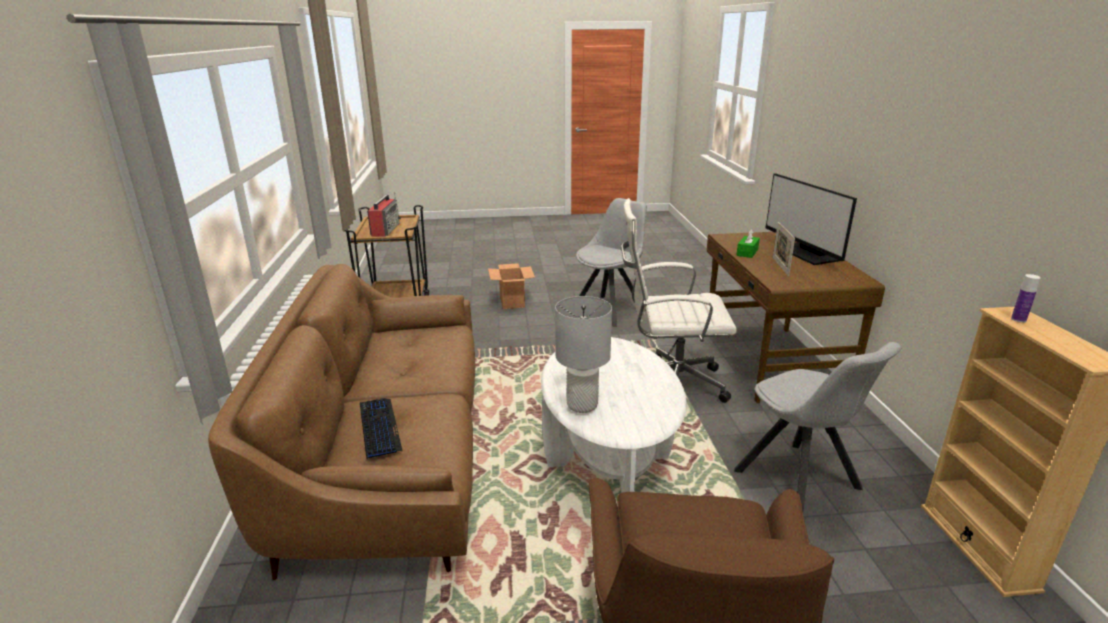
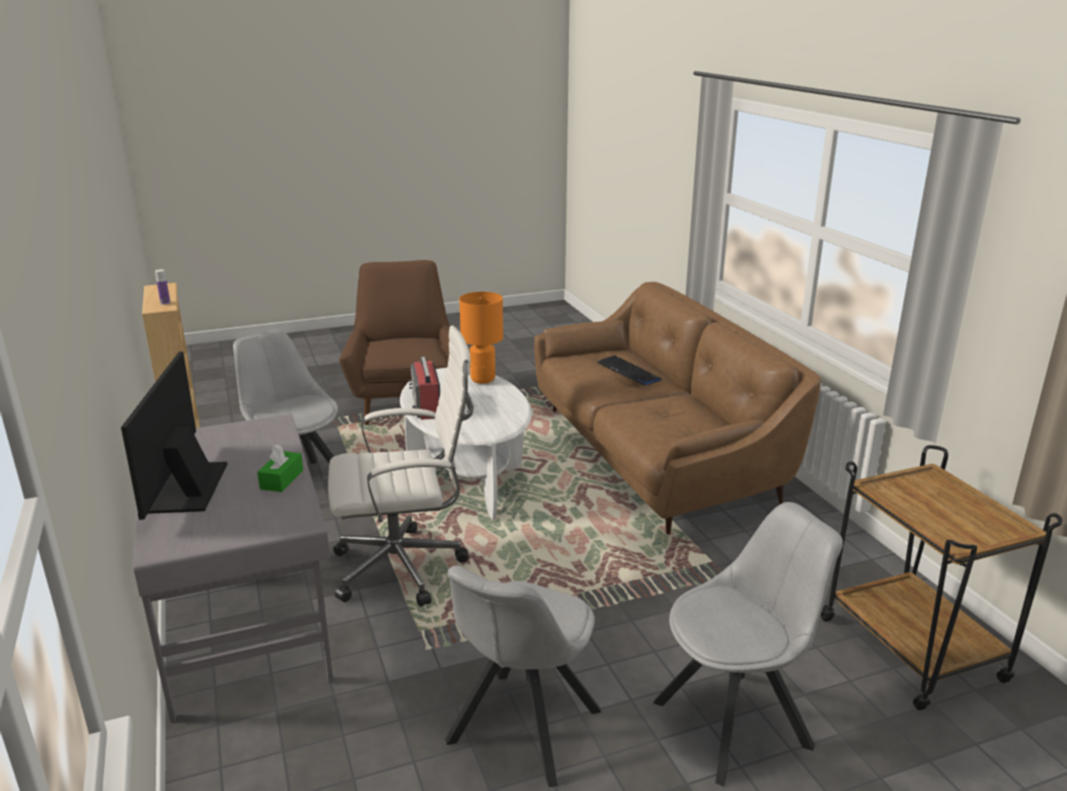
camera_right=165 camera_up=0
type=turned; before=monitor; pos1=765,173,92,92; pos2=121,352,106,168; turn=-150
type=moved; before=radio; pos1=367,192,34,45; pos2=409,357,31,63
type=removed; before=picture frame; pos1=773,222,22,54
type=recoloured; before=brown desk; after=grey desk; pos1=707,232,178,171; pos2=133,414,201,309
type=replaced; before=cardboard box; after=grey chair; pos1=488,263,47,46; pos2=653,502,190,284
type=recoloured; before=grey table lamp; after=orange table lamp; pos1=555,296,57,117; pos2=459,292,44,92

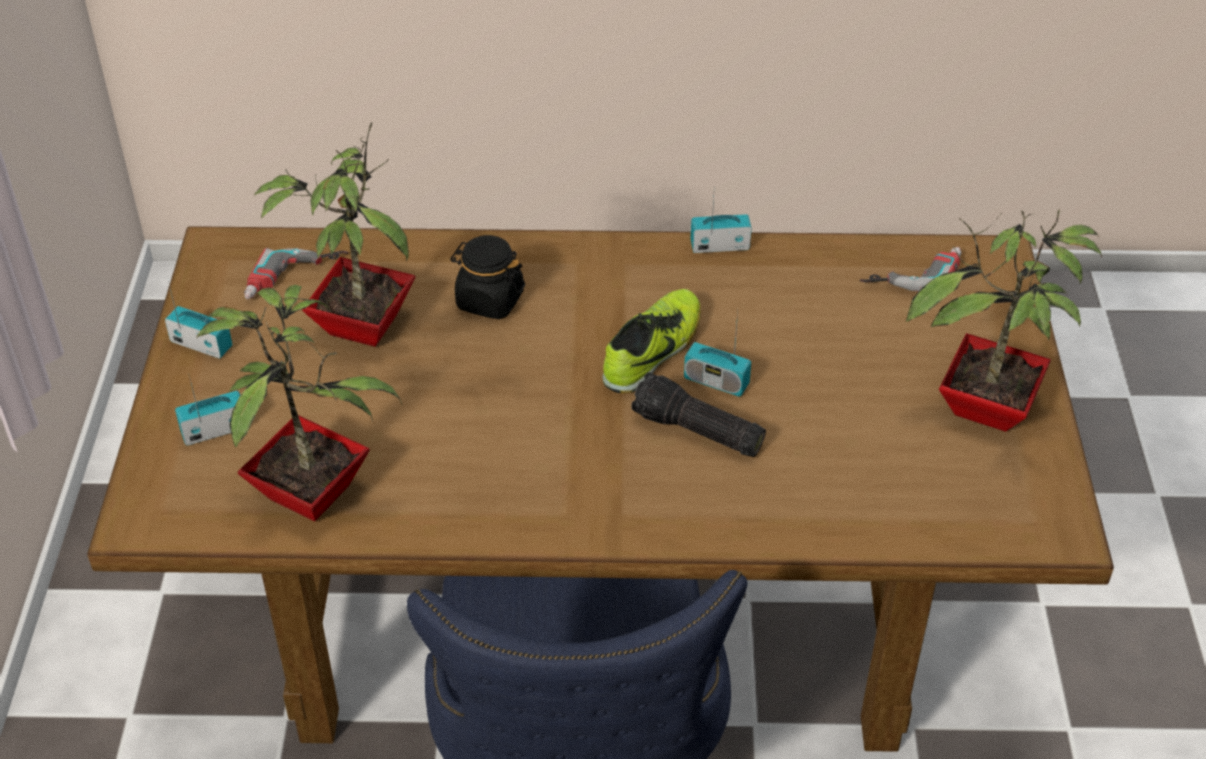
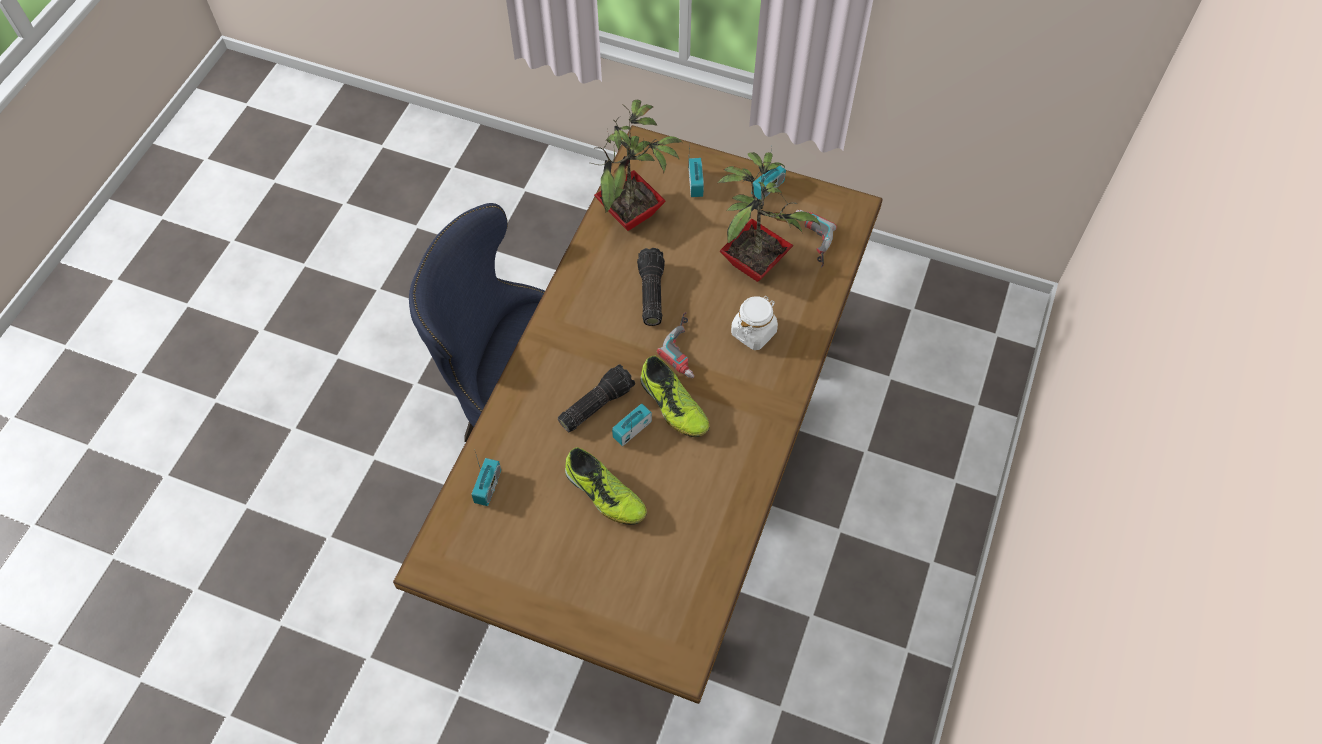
camera_right=110 camera_up=15
type=moved; before=radio; pos1=690,185,62,68; pos2=472,452,29,54
type=removed; before=potted plant; pos1=906,209,196,222
type=recoloured; before=black jar; after=white jar; pos1=450,235,75,84; pos2=731,296,47,54
type=moved; before=power drill; pos1=860,247,102,45; pos2=657,312,37,66
type=added; after=flashlight; pos2=637,248,28,78
type=added; after=shoe; pos2=565,447,82,78

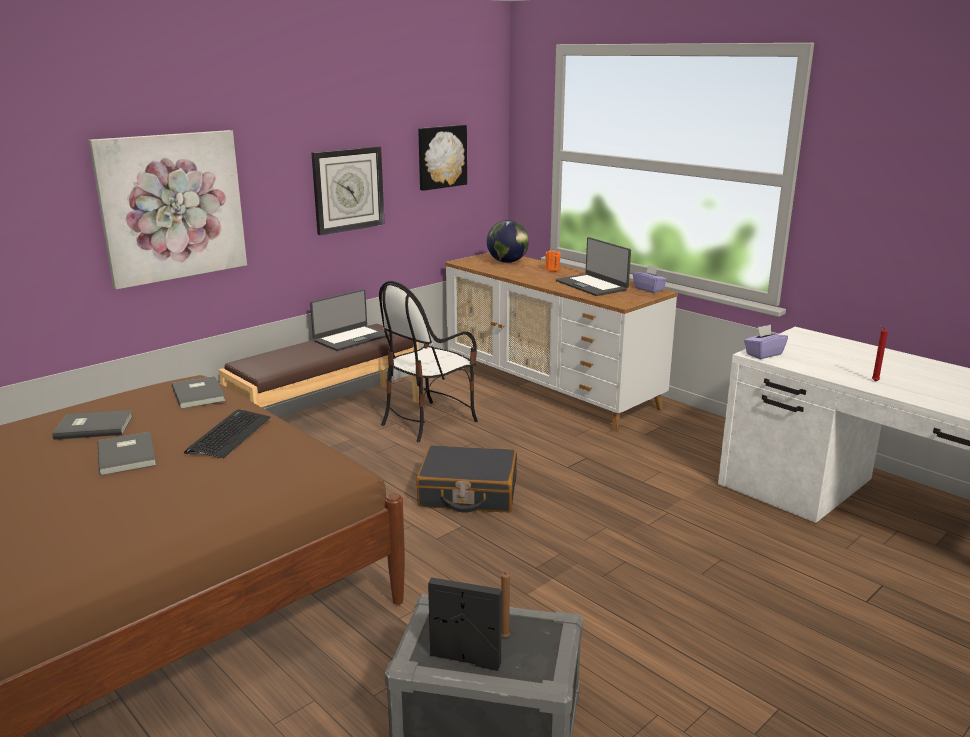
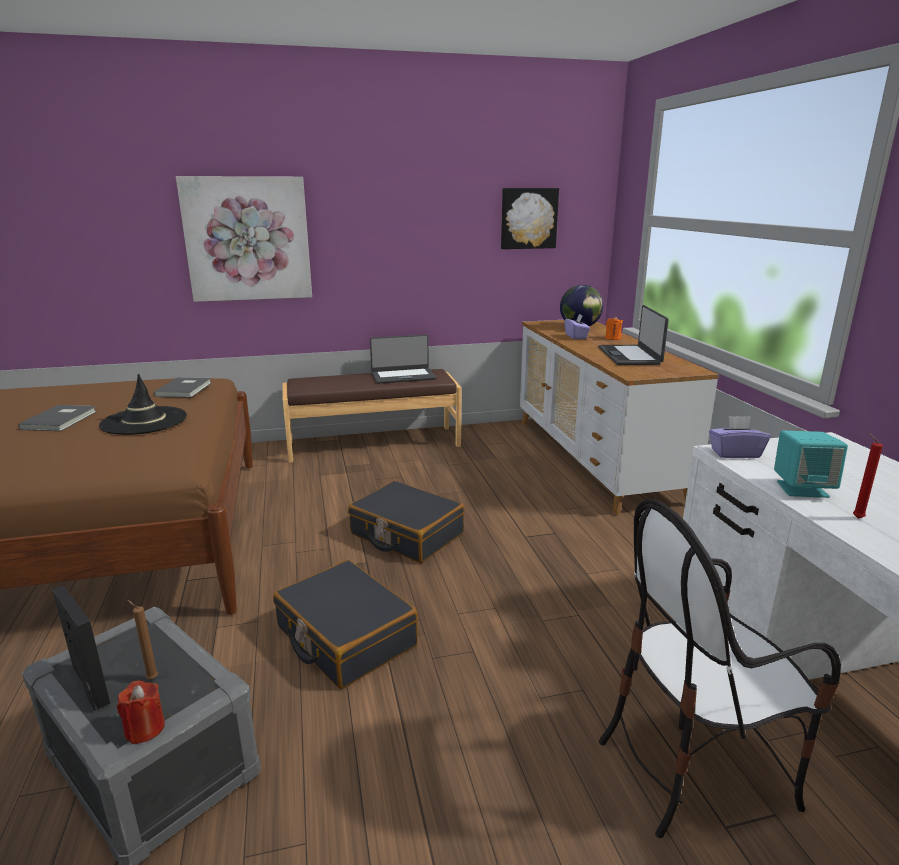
camera_right=30 camera_up=0
type=removed; before=wall clock; pos1=312,146,73,89
type=moved; before=purple tissue box; pos1=633,265,34,28; pos2=564,314,26,25
type=moved; before=chair; pos1=379,281,99,161; pos2=599,499,242,339
type=replaced; before=keyboard; after=black hat; pos1=184,409,87,49; pos2=99,374,88,61
type=removed; before=grey book; pos1=52,410,81,30
type=added; after=turquoise speaker; pos2=774,430,74,68
type=added; after=black suitcase; pos2=273,560,145,129
type=added; after=red candle; pos2=117,680,48,64

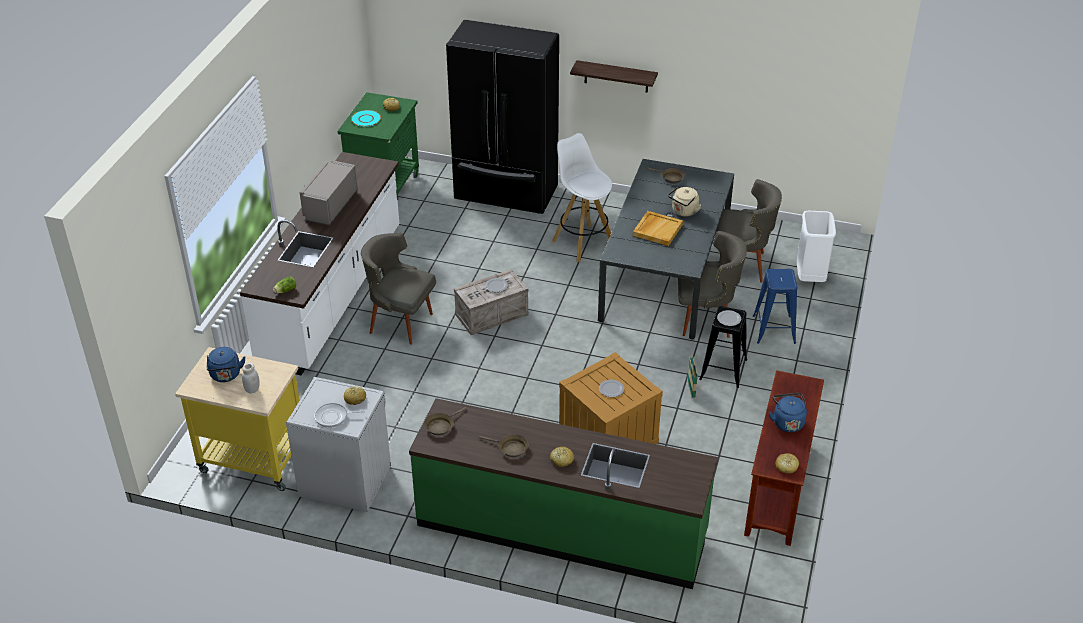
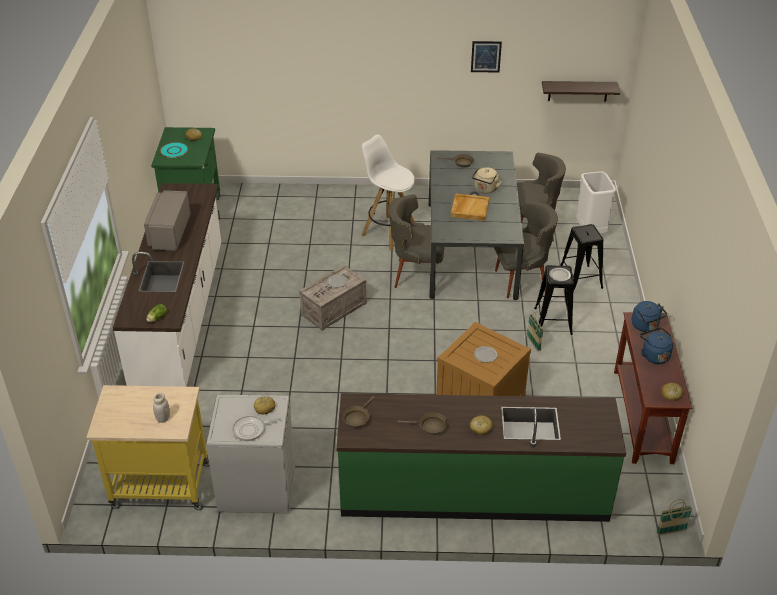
camera_right=-15 camera_up=0
type=removed; before=black fridge; pos1=446,19,113,195
type=moved; before=shelf; pos1=570,60,88,33; pos2=542,81,78,21
type=moved; before=grey chair; pos1=361,233,75,112; pos2=389,194,56,96
type=recoloured; before=blue stool; after=black stool; pos1=753,269,44,75; pos2=560,224,44,68
type=moved; before=blue kettle; pos1=207,347,39,35; pos2=632,301,35,31
type=added; after=picture; pos2=471,41,31,31
type=added; after=basket; pos2=656,499,36,36

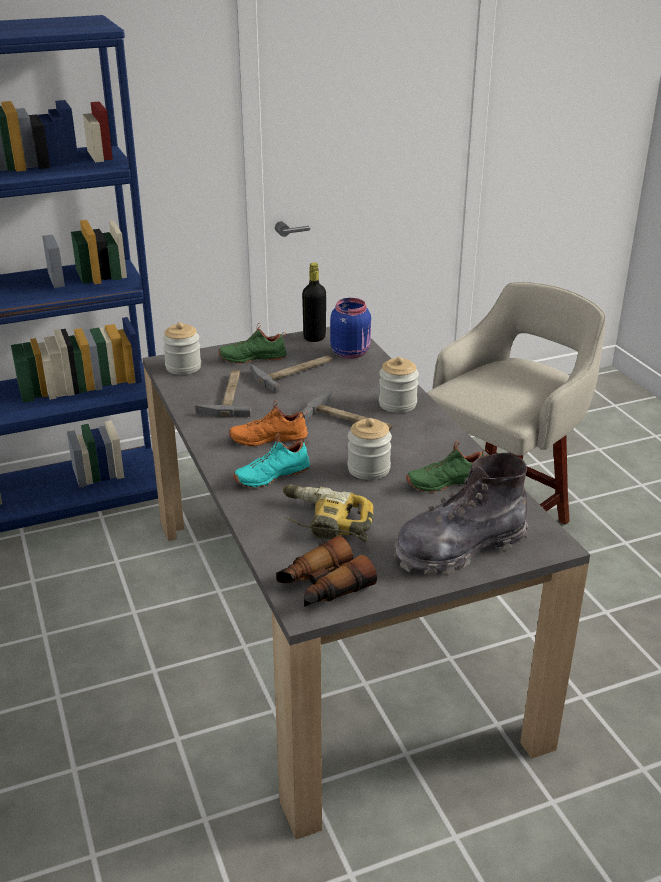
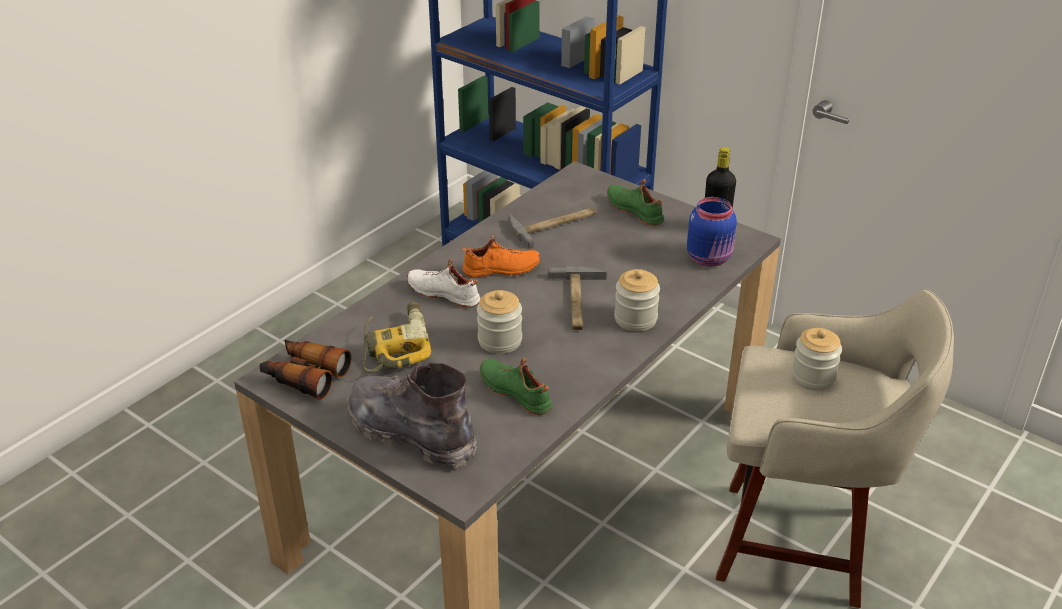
camera_right=60 camera_up=5
type=moved; before=jar; pos1=163,322,38,53; pos2=792,328,50,63
type=removed; before=hammer; pos1=251,355,81,38
type=turned; before=orange shoe; pos1=229,400,79,47; pos2=462,235,78,43; turn=120
type=recoloured; before=turquoise shoe; after=white shoe; pos1=233,433,77,55; pos2=407,259,73,49

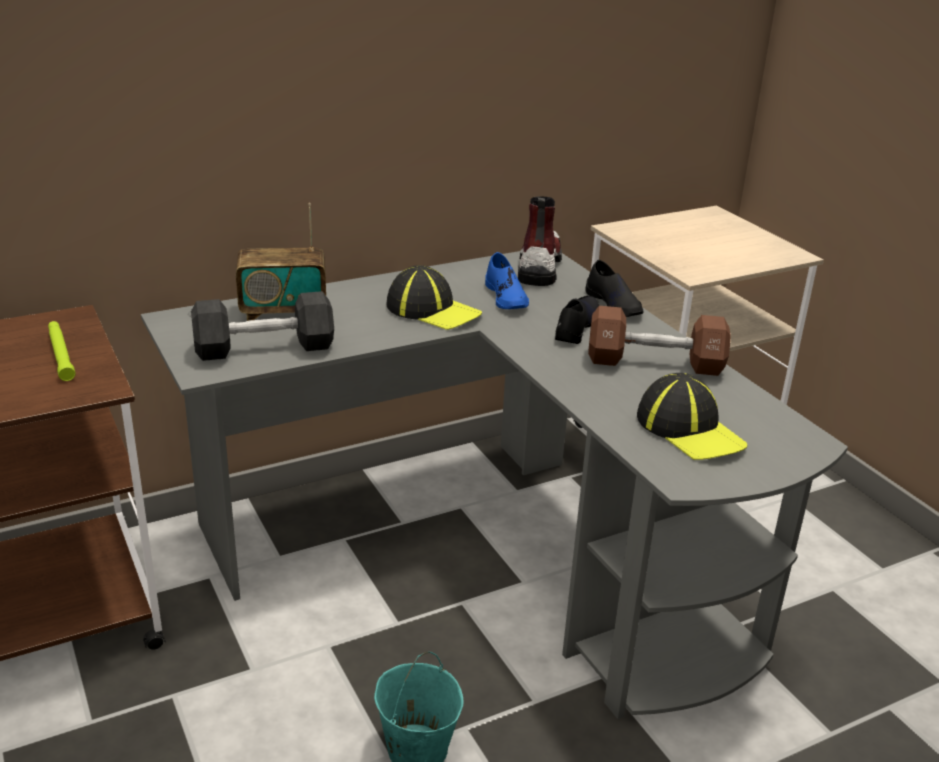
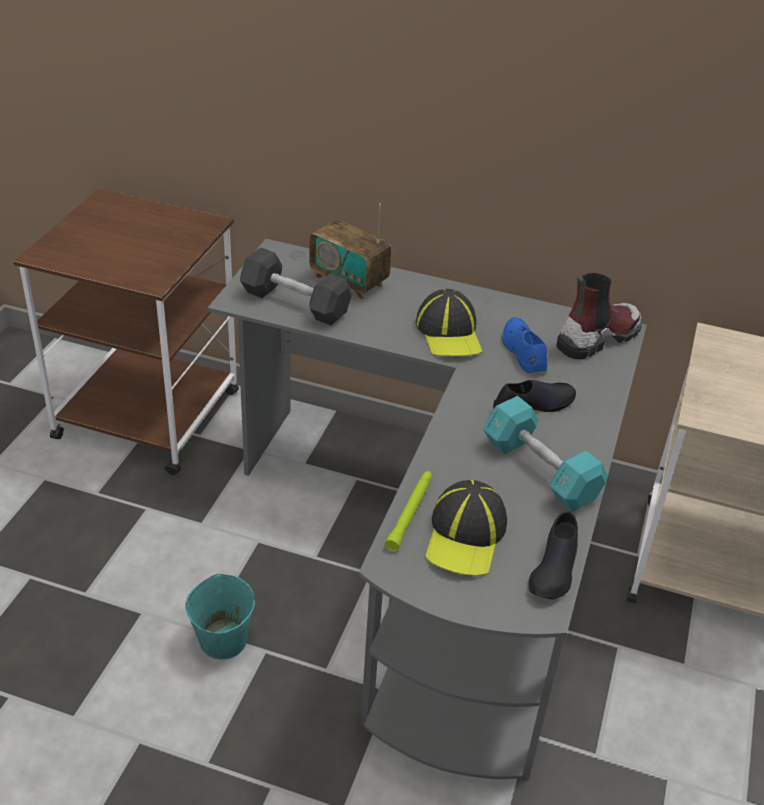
camera_right=45 camera_up=10
type=turned; before=blue shoe; pos1=485,252,44,57; pos2=502,317,46,56; turn=135
type=moved; before=black shoe; pos1=585,260,58,57; pos2=528,511,50,88
type=recoloured; before=brown dumbbell; after=turquoise dumbbell; pos1=588,306,143,70; pos2=483,396,125,116
type=moved; before=green flashlight; pos1=48,321,28,60; pos2=385,471,47,80

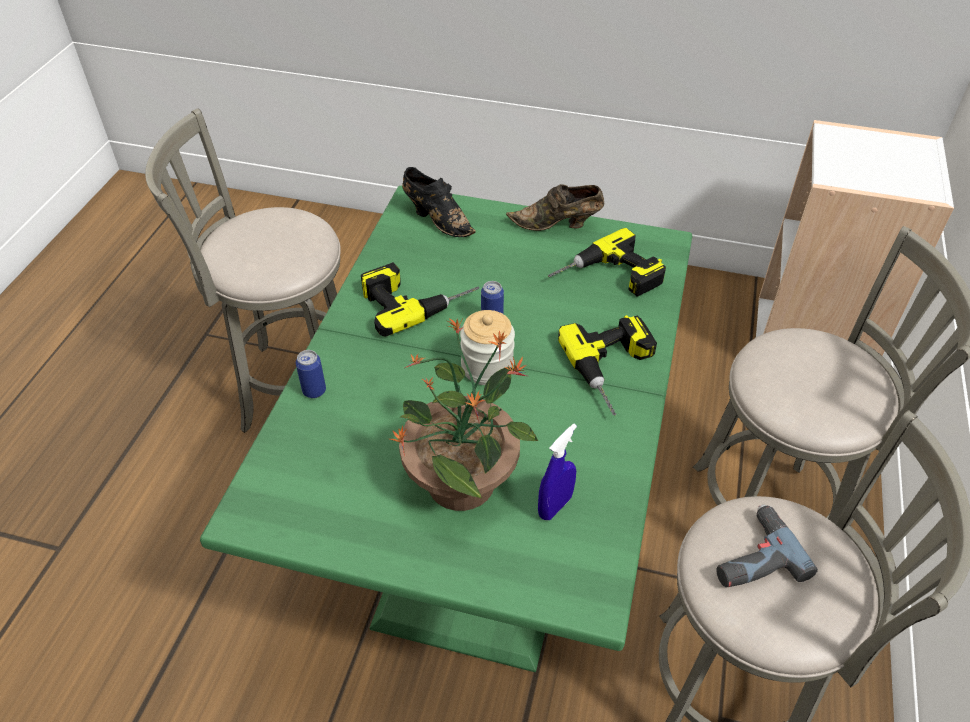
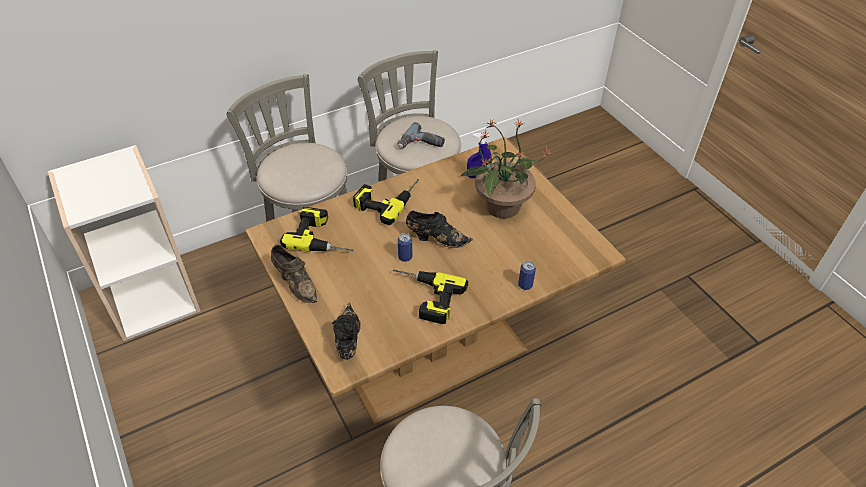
camera_right=-135 camera_up=0
type=recoloured; before=green dining table; after=brown dining table; pos1=200,186,492,486; pos2=246,137,380,288
type=replaced; before=jar; after=black shoe; pos1=460,310,55,75; pos2=406,211,67,37

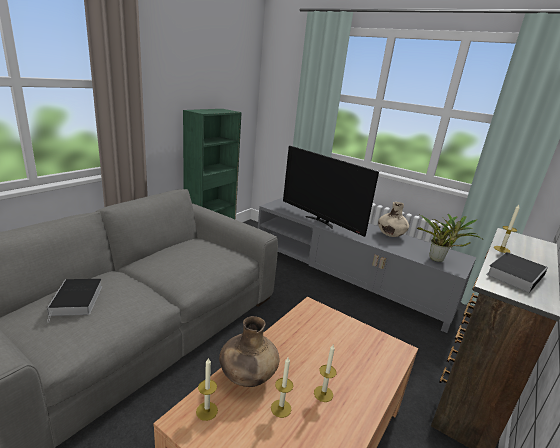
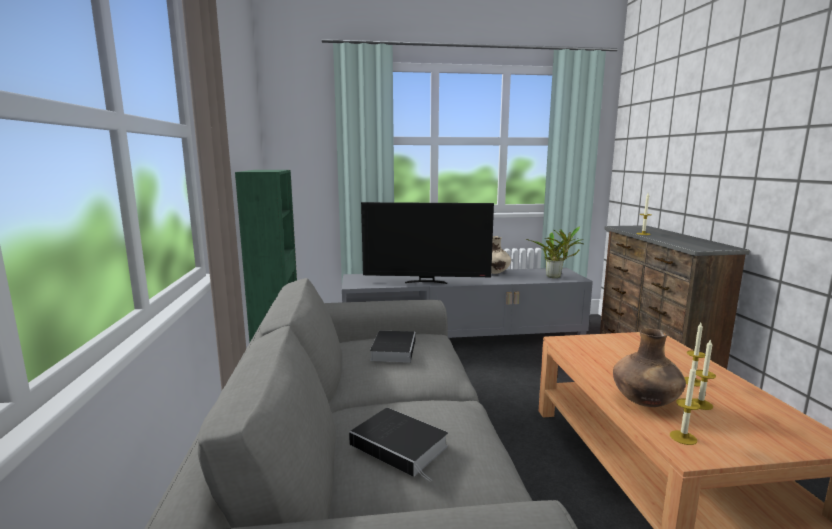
camera_right=-40 camera_up=-10
type=moved; before=book; pos1=486,252,62,41; pos2=370,331,46,32

